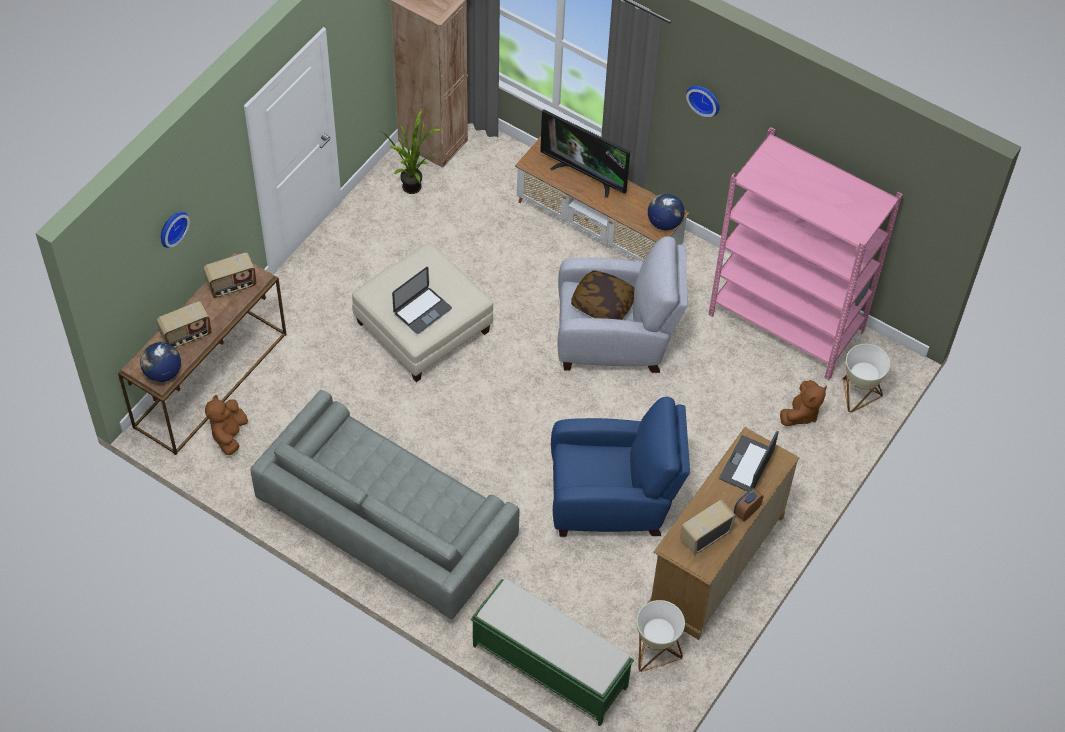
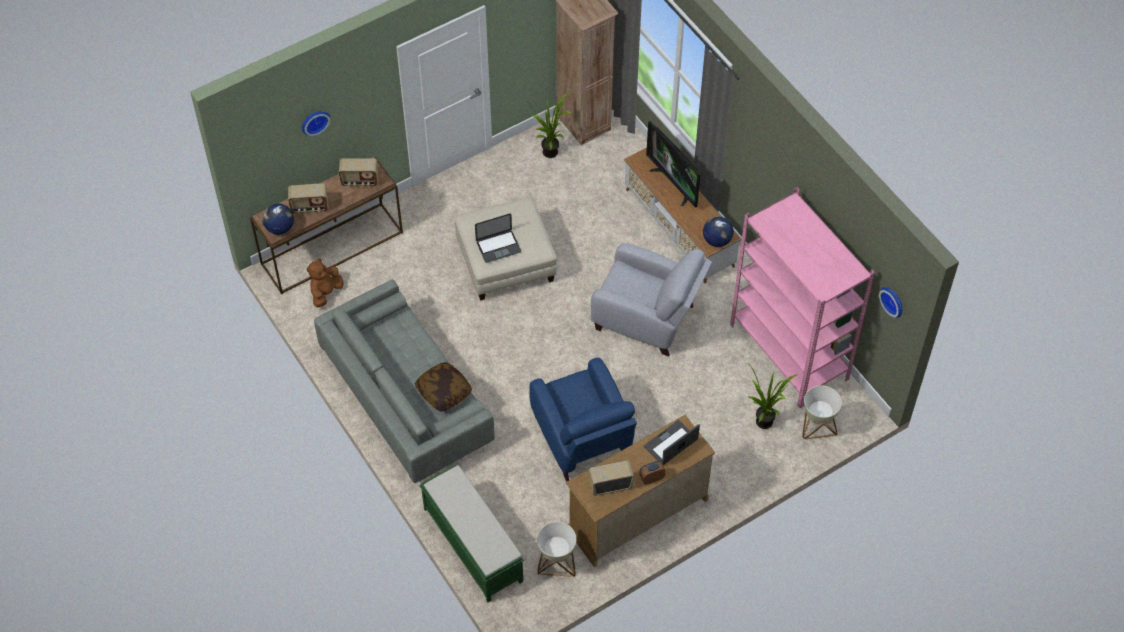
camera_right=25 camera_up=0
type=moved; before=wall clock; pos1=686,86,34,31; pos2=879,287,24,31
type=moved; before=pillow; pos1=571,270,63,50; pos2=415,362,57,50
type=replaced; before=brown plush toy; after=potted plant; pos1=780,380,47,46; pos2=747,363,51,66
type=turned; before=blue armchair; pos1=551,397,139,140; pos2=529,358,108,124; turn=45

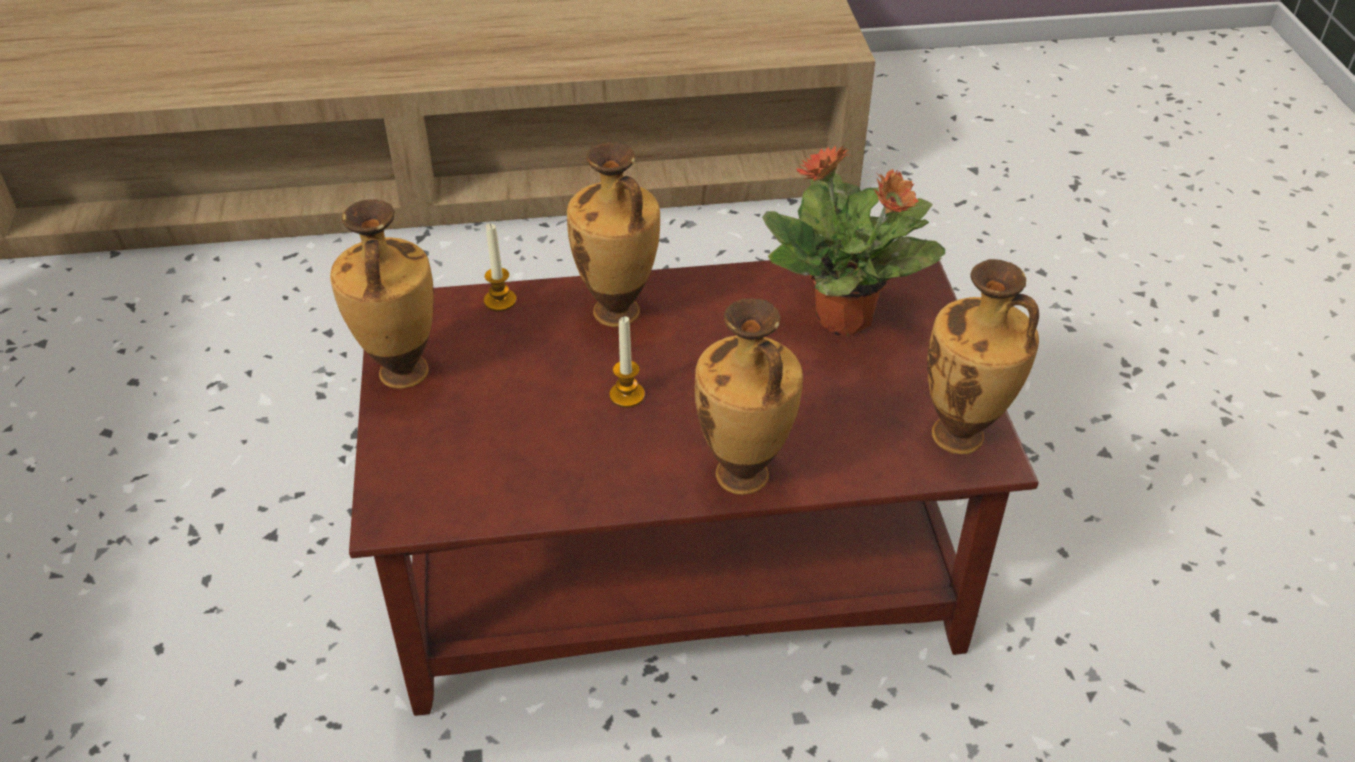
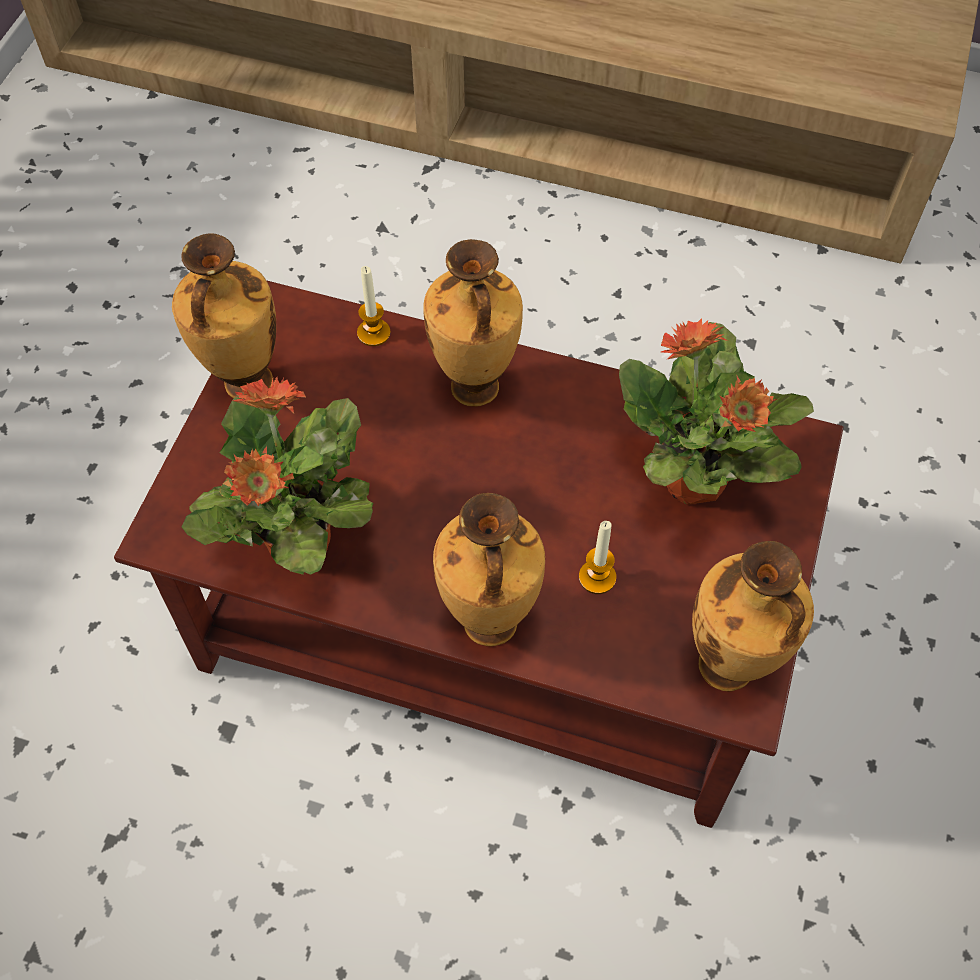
camera_right=25 camera_up=15
type=moved; before=candle; pos1=609,317,36,91; pos2=579,521,37,73
type=added; after=potted plant; pos2=182,377,191,198

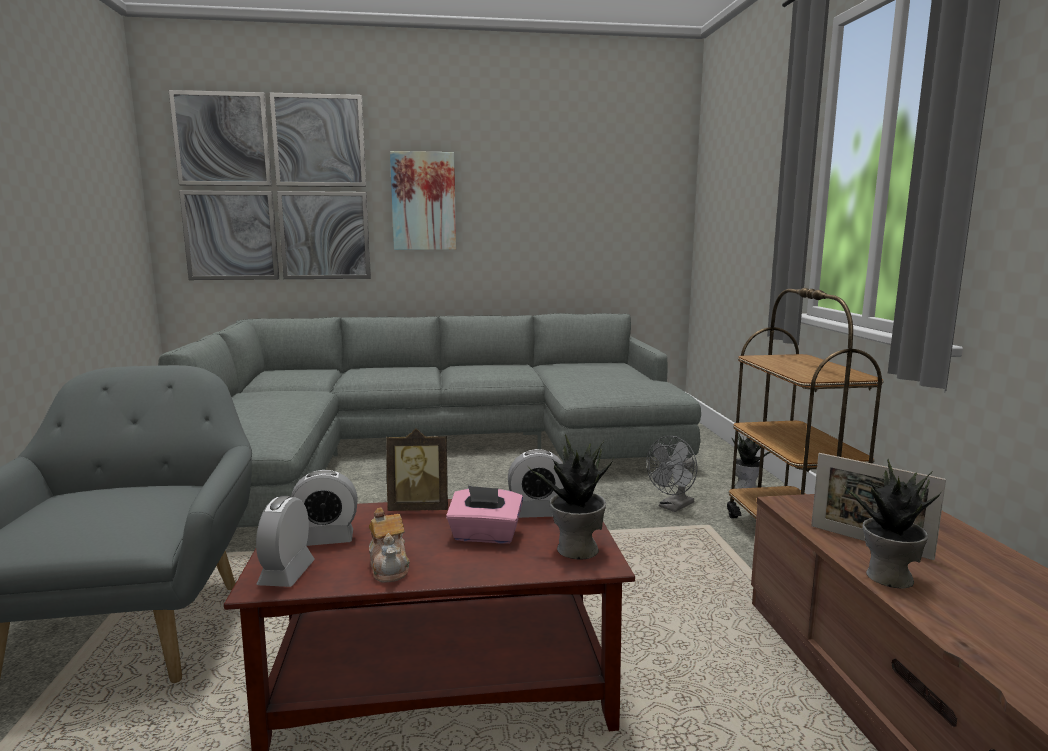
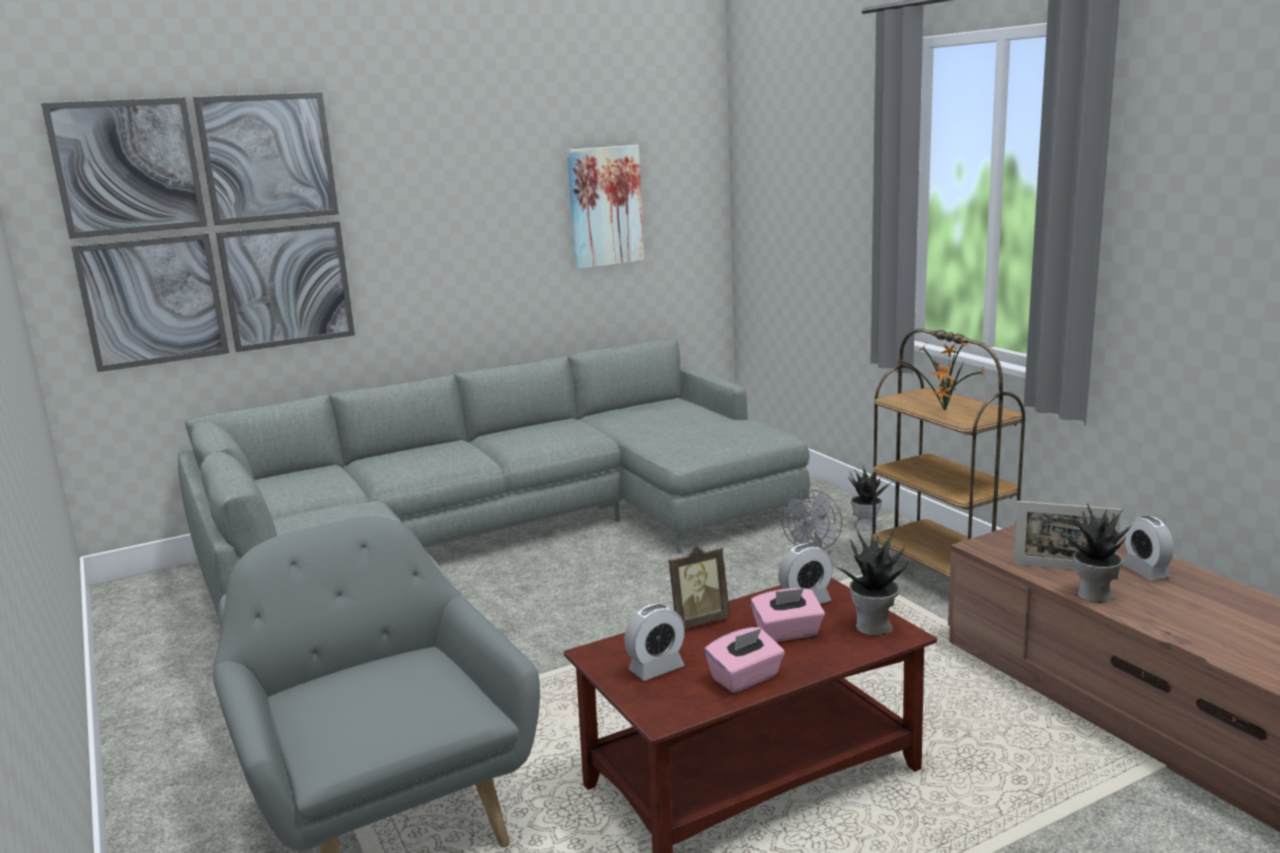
camera_right=-20 camera_up=5
type=moved; before=picture; pos1=390,151,66,99; pos2=567,145,77,124
type=moved; before=alarm clock; pos1=256,496,59,91; pos2=1122,516,52,64
type=replaced; before=teapot; after=pink tissue box; pos1=369,507,41,76; pos2=704,627,81,66
type=added; after=potted plant; pos2=898,341,88,69

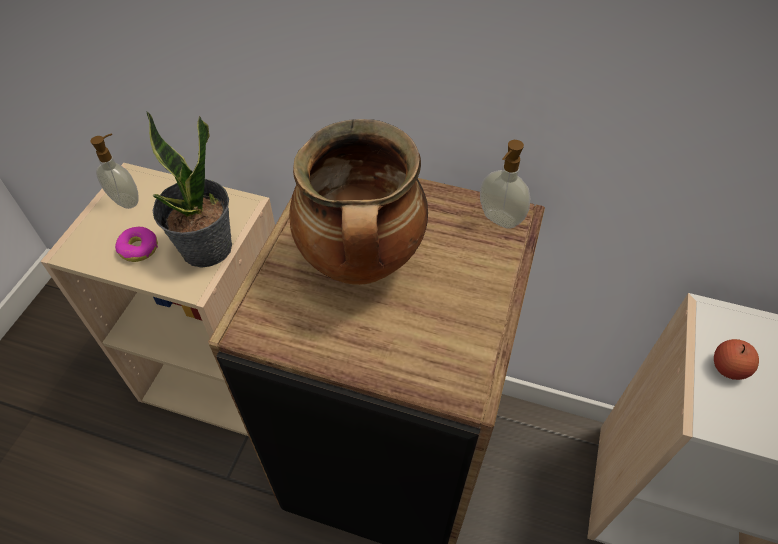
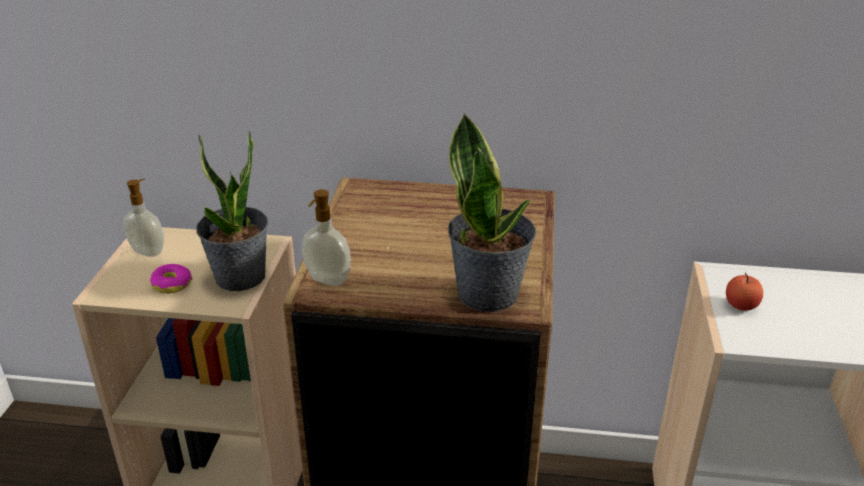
camera_right=-10 camera_up=-20
type=removed; before=cooking pot; pos1=289,119,139,166
type=moved; before=soap dispenser; pos1=480,140,51,89; pos2=302,189,49,97
type=added; after=potted plant; pos2=448,113,88,199

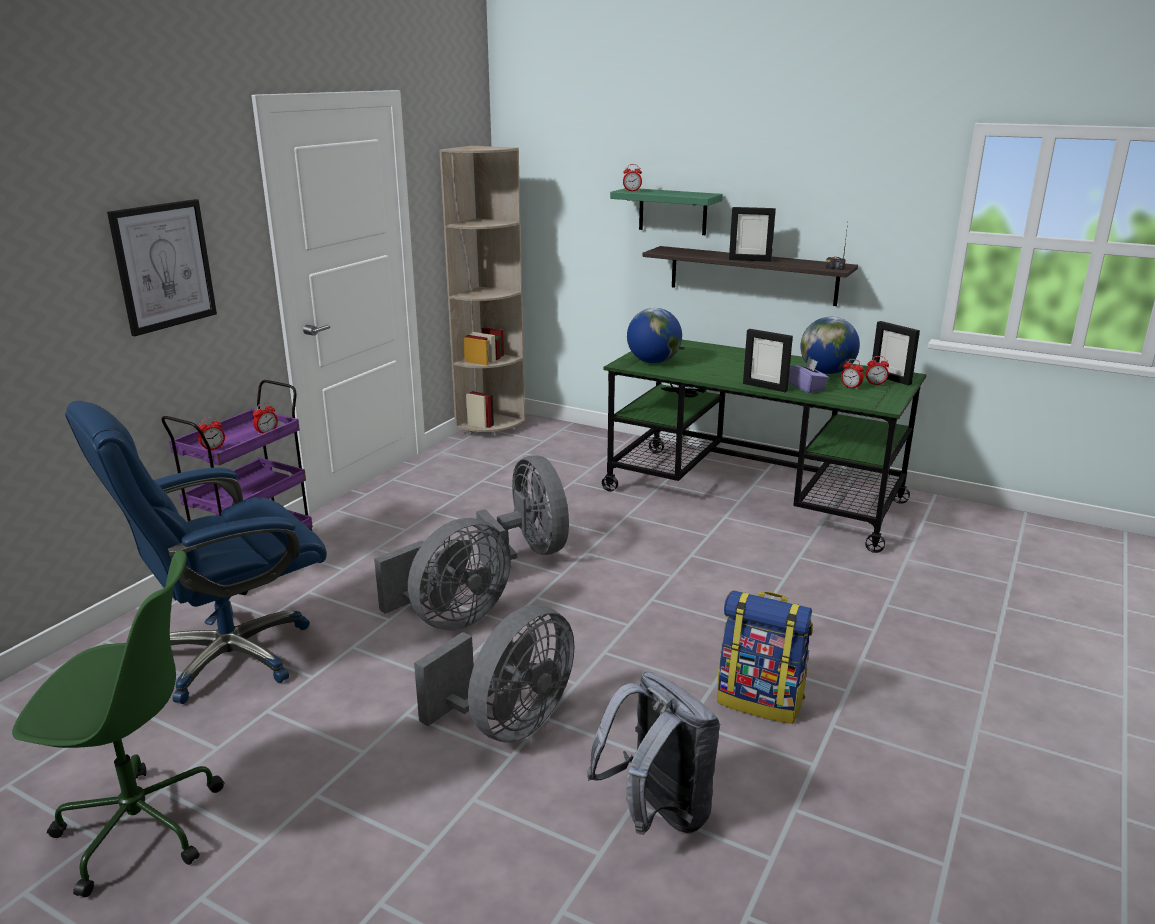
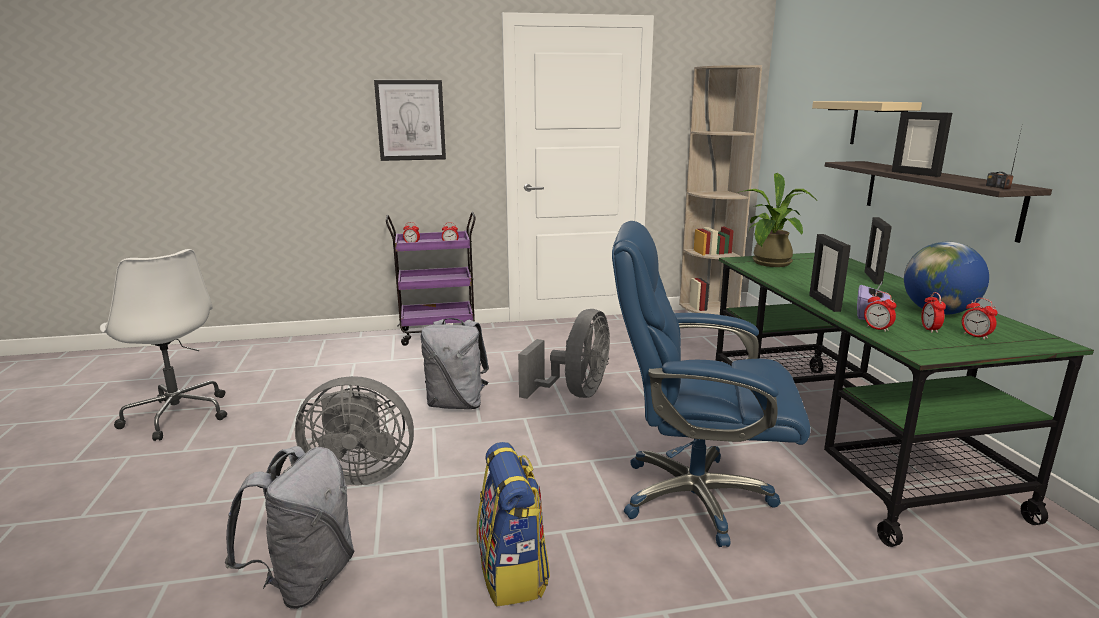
camera_right=50 camera_up=-5
type=moved; before=alarm clock; pos1=623,164,19,27; pos2=864,292,32,40
type=recoloured; before=green shelf; after=beige shelf; pos1=610,188,113,47; pos2=812,101,110,43
type=replaced; before=globe; after=potted plant; pos1=627,308,55,56; pos2=740,173,77,94
type=moved; before=picture frame; pos1=872,321,48,64; pos2=864,217,28,68
type=moved; before=blue office chair; pos1=65,401,262,303; pos2=612,221,199,326
type=replaced; before=grey fan; after=grey backpack; pos1=374,518,137,112; pos2=421,318,68,91
type=recoloured; before=green office chair; after=white office chair; pos1=12,550,212,347; pos2=100,249,127,192

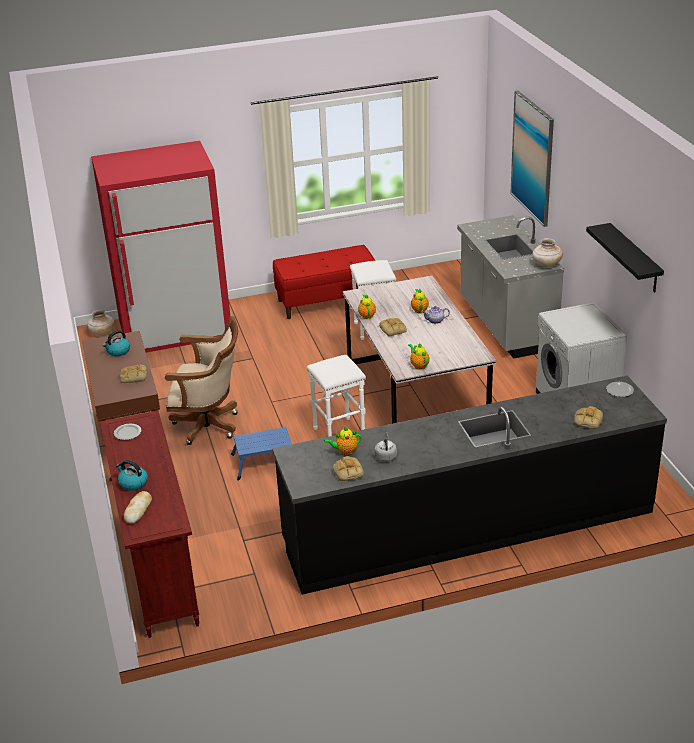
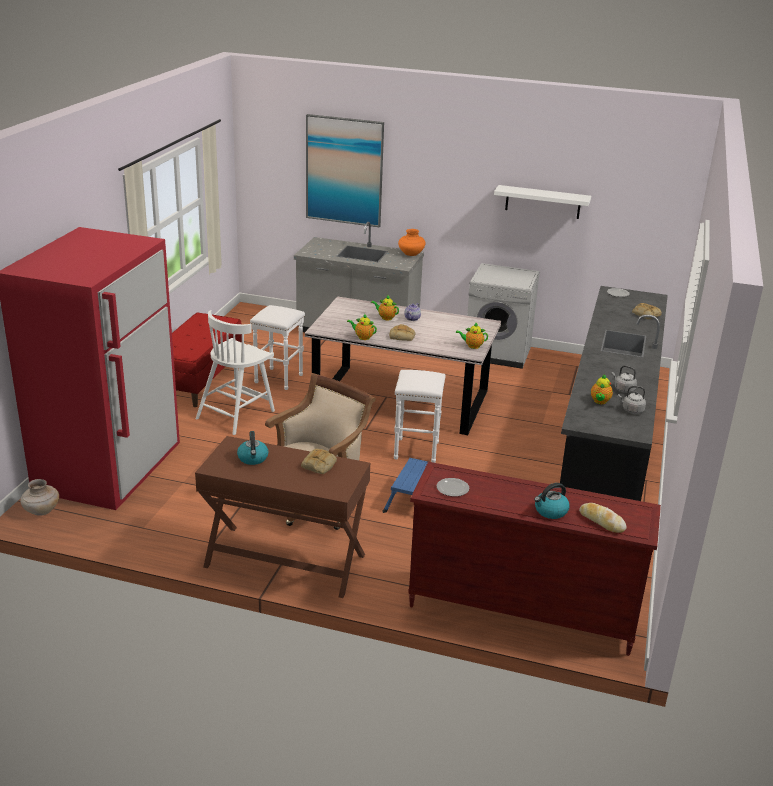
camera_right=-60 camera_up=-5
type=recoloured; before=black shelf; after=white shelf; pos1=586,223,78,69; pos2=494,185,97,34
type=recoloured; before=beige vase; after=orange vase; pos1=533,238,30,30; pos2=398,229,28,27
type=replaced; before=bread; after=grey kettle; pos1=333,456,31,25; pos2=618,386,28,28
type=added; after=white chair; pos2=196,310,79,125

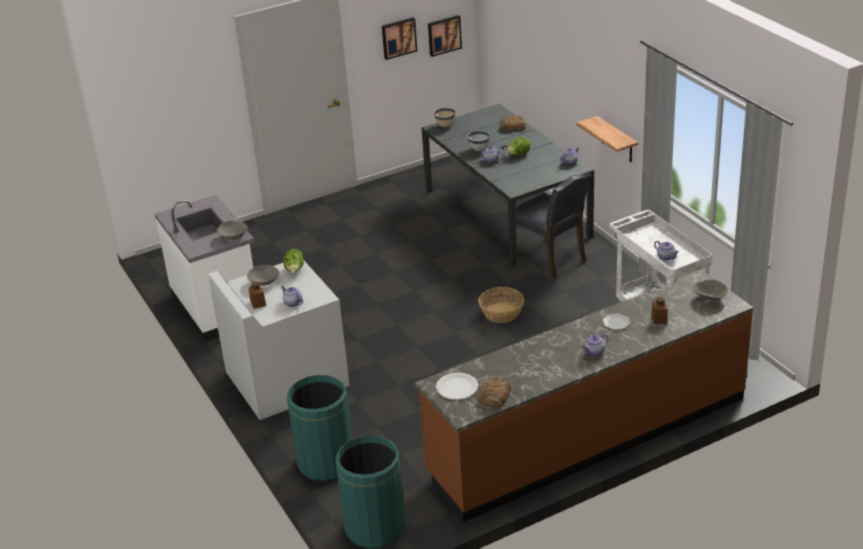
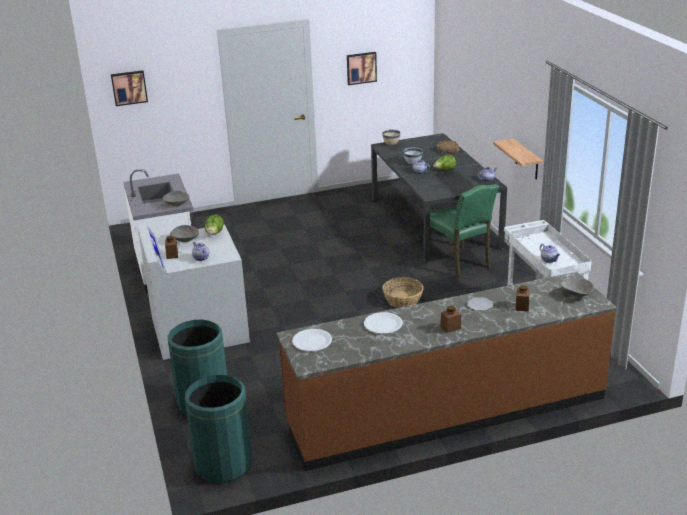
camera_right=10 camera_up=-5
type=moved; before=picture; pos1=428,15,34,42; pos2=111,70,37,36
type=recoloured; before=grey chair; after=green chair; pos1=515,172,77,107; pos2=430,184,69,94
type=replaced; before=teapot; after=brown jar; pos1=582,333,26,24; pos2=440,306,21,27
type=removed; before=bread; pos1=477,378,34,29
type=added; after=white plate; pos2=364,312,39,22

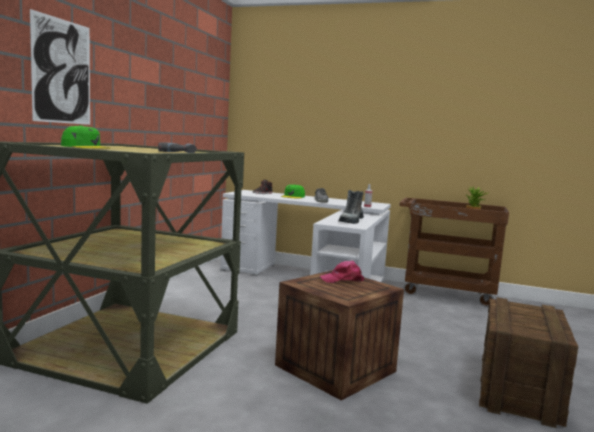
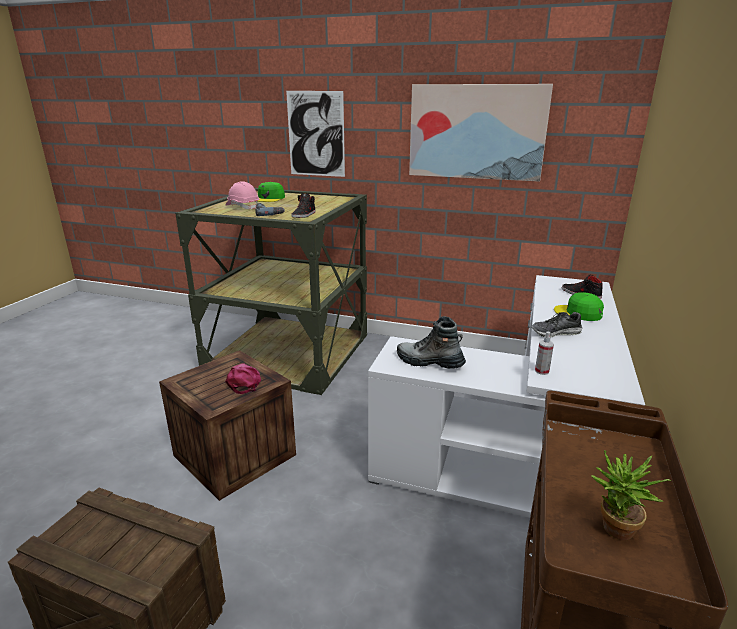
camera_right=90 camera_up=15
type=added; after=picture; pos2=409,84,144,98
type=added; after=pink hard hat; pos2=225,181,34,28
type=added; after=black shoe; pos2=291,193,25,25

